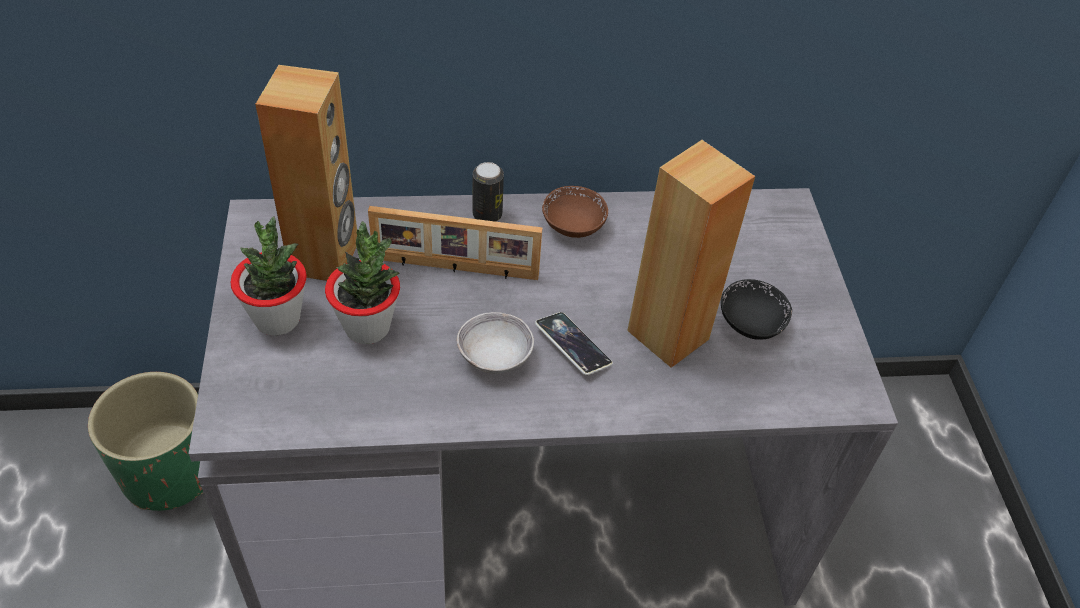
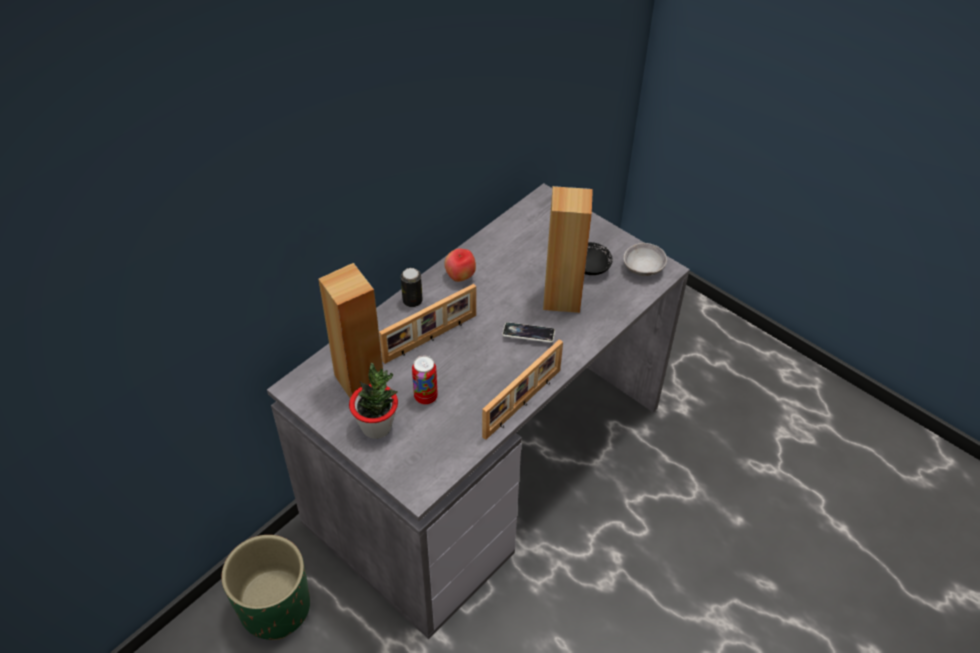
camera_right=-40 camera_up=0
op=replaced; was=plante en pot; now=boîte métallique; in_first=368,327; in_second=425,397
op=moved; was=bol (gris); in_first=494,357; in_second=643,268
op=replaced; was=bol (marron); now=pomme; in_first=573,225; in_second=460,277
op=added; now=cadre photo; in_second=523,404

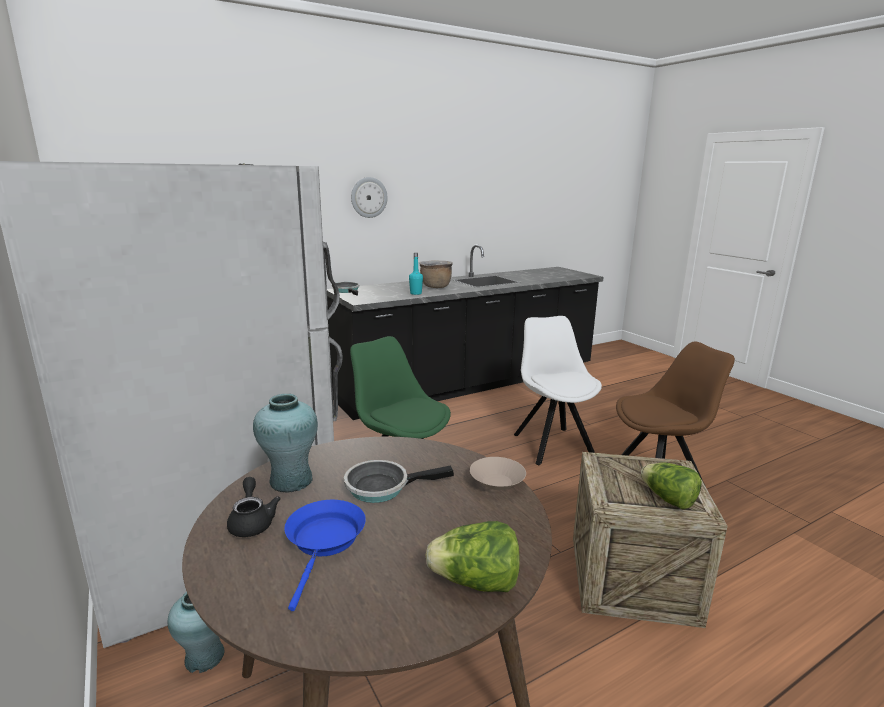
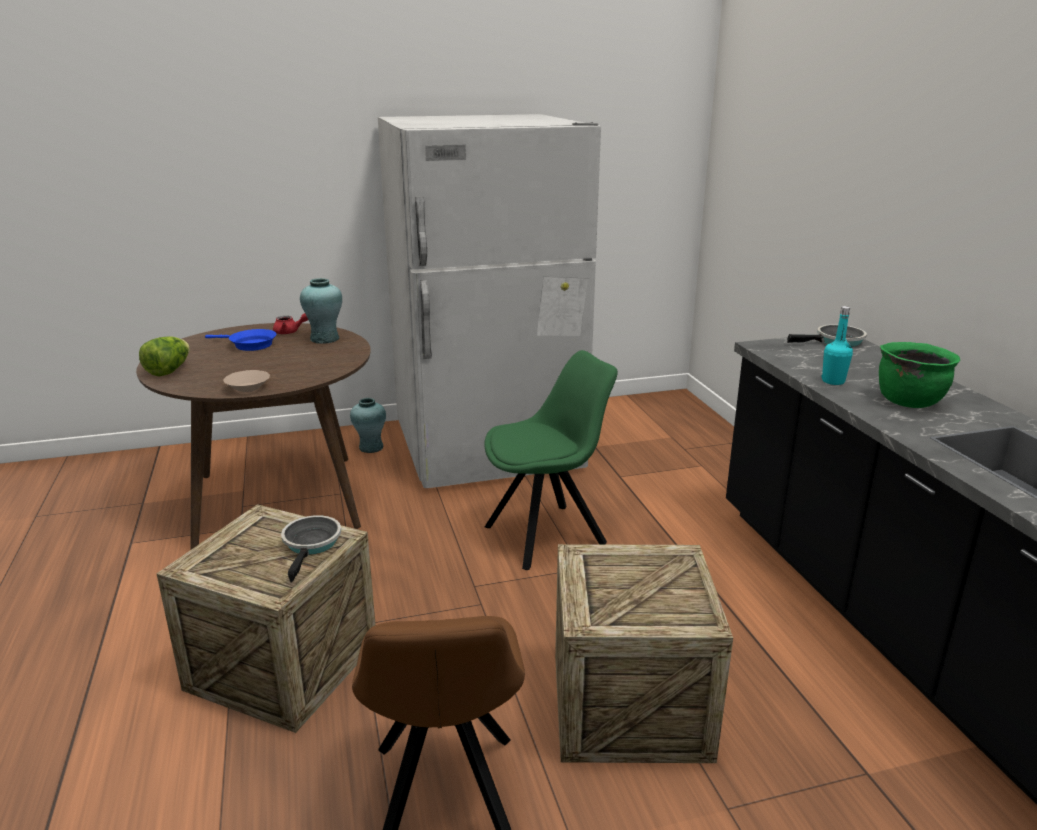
camera_right=105 camera_up=5
op=recoloured; was=théière (noir); now=théière (rouge); in_first=252,522; in_second=290,332
op=moved; was=poêle; in_first=382,487; in_second=311,545
op=removed; was=horloge murale; in_first=368,197
op=recoloured; was=marmite (marron); now=marmite (vert); in_first=435,287; in_second=908,401
op=replaced; was=chaise (blanc); now=caisse; in_first=552,445; in_second=629,705
op=removed; was=laitue; in_first=668,499

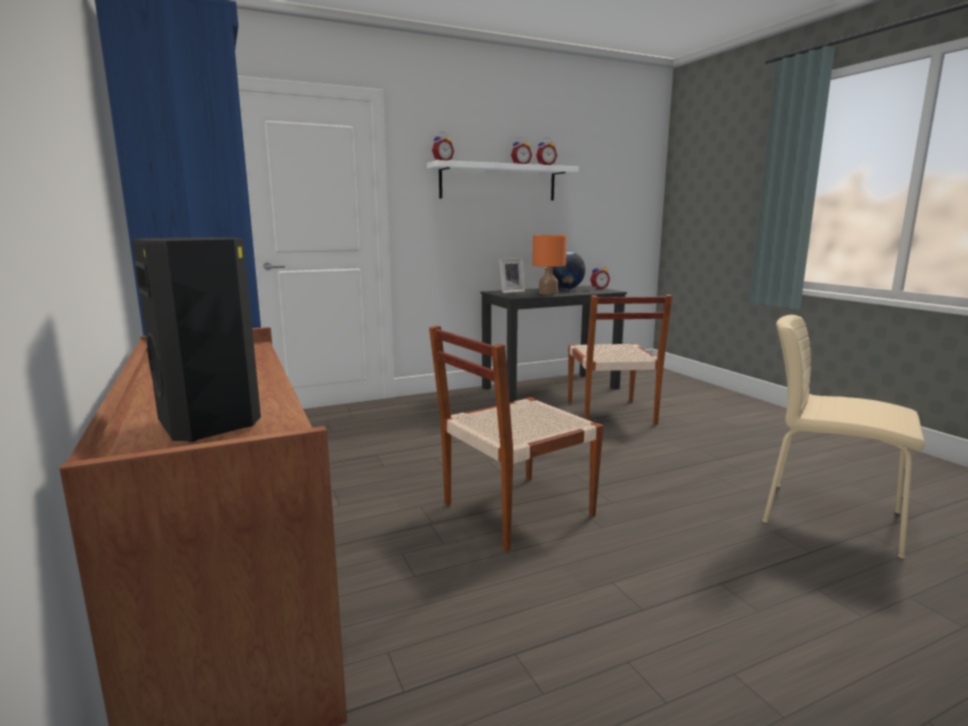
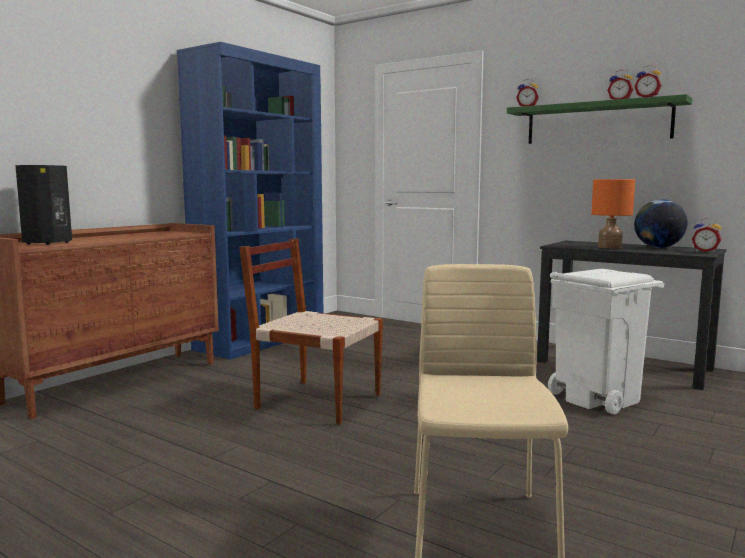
camera_right=60 camera_up=-5
op=recoloured; was=étagère (blanc); now=étagère (vert); in_first=498,182; in_second=597,123
op=removed; was=cadre photo; in_first=510,292
op=replaced; was=chaise; now=poubelle (blanc); in_first=610,414; in_second=597,398

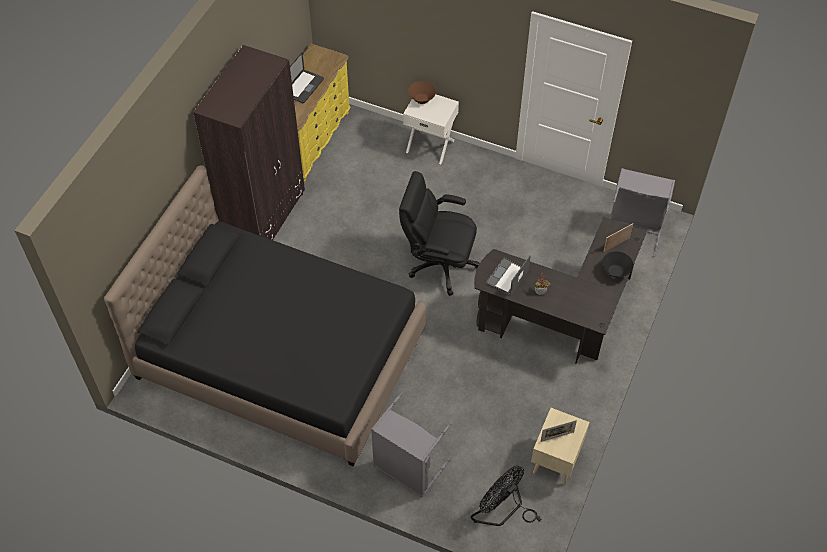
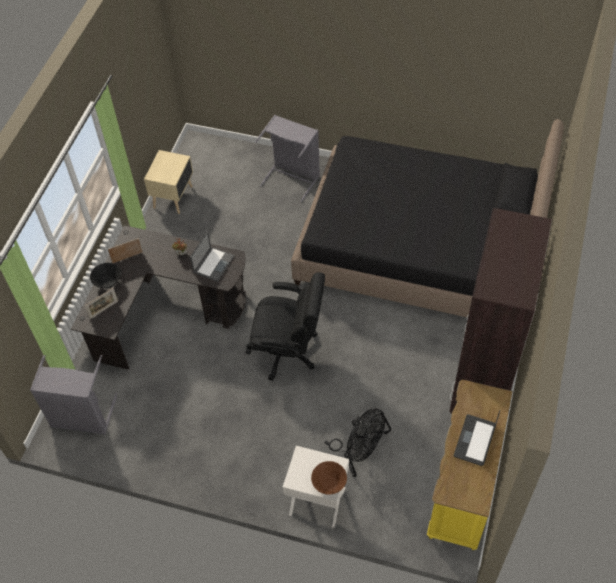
camera_right=175 camera_up=0
op=moved; was=ventilateur (noir); in_first=505,507; in_second=359,449
op=moved; was=cadre photo; in_first=557,437; in_second=127,257

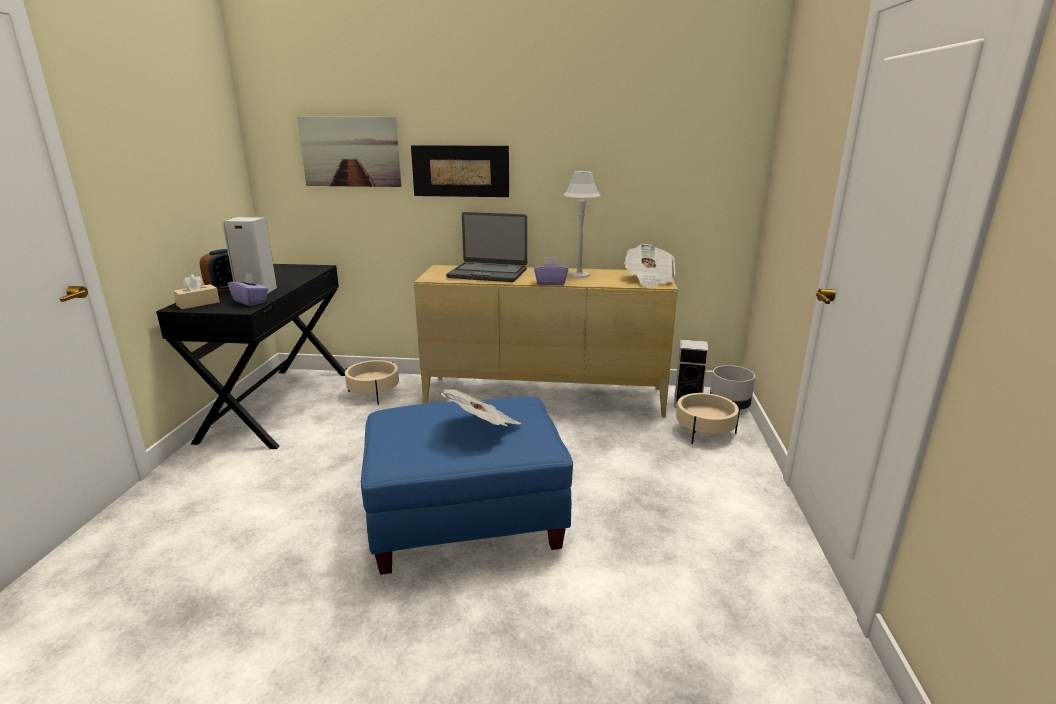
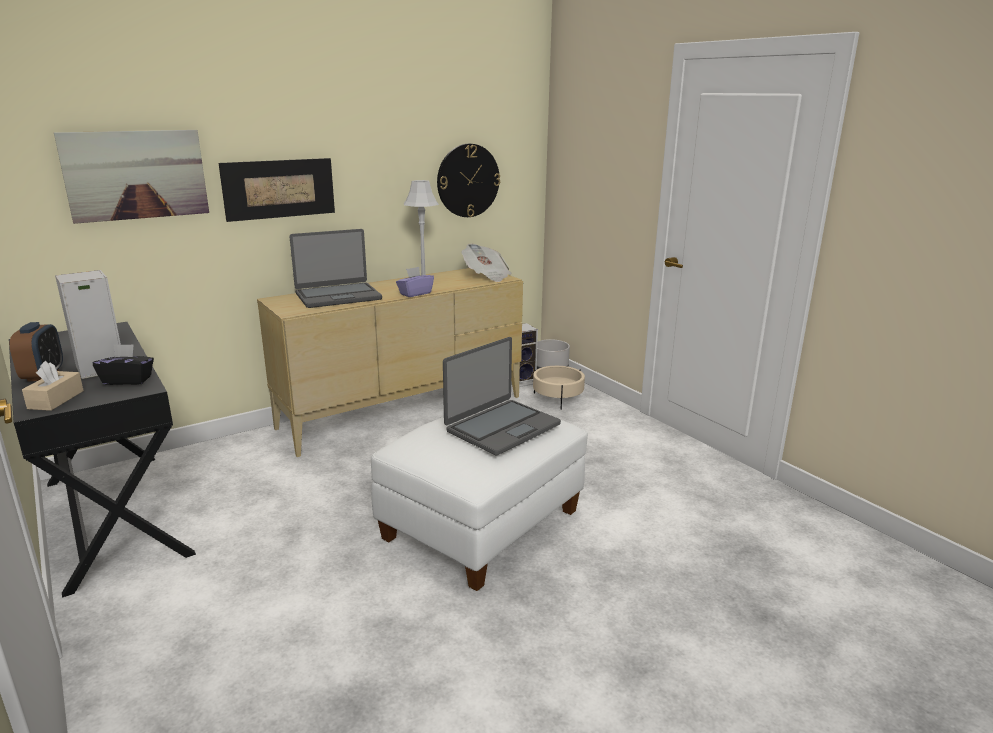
camera_right=-40 camera_up=0
op=recoloured; was=boîte à mouchoirs (violet); now=boîte à mouchoirs (noir); in_first=250,301; in_second=128,380
op=removed; was=cache-pot (beige); in_first=374,393
op=recoloured; was=pouf (bleu); now=pouf (blanc); in_first=466,520; in_second=481,525
op=replaced; was=journal; now=ordinateur portable; in_first=482,427; in_second=502,427
op=added; now=horloge murale; in_second=468,180

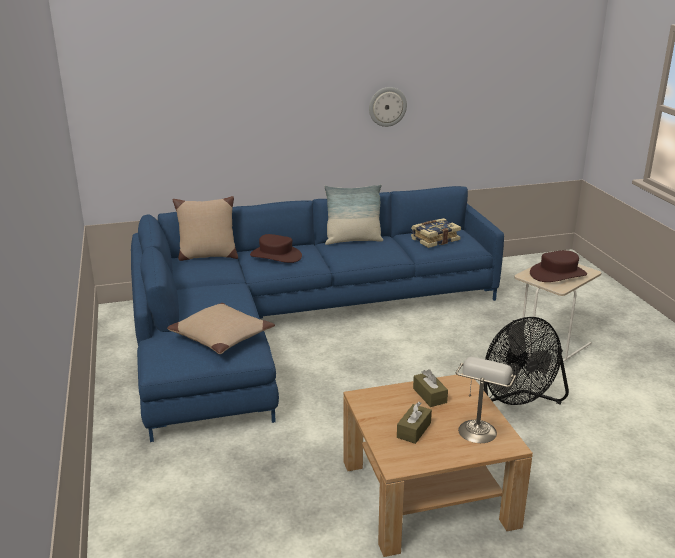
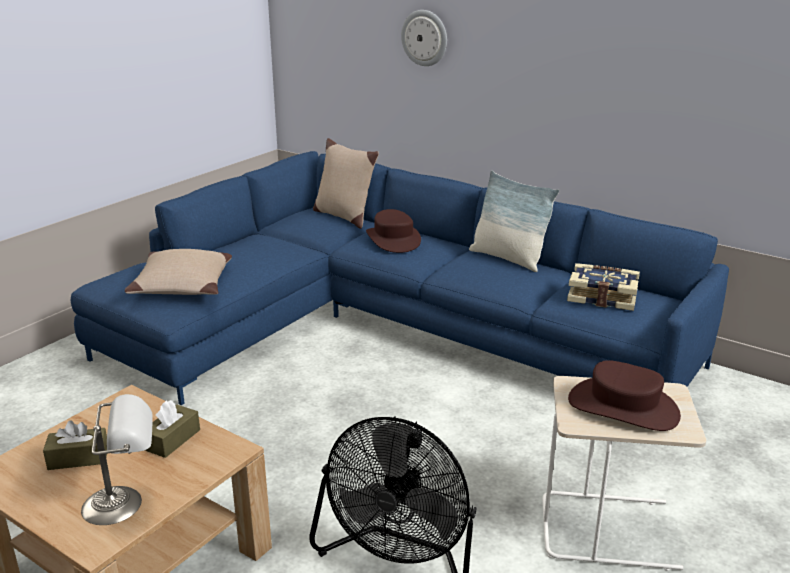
camera_right=50 camera_up=0
op=moved; was=horloge murale; in_first=387,106; in_second=424,38

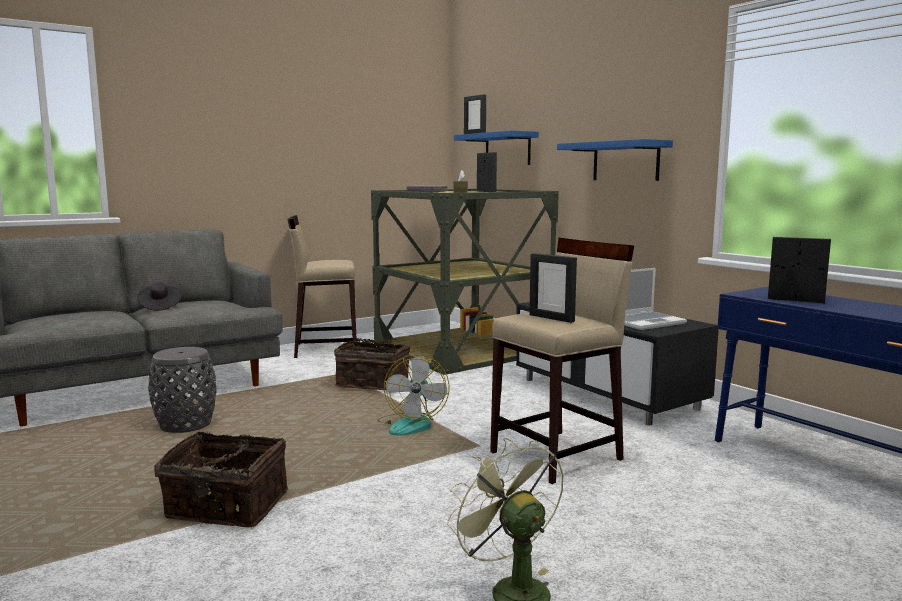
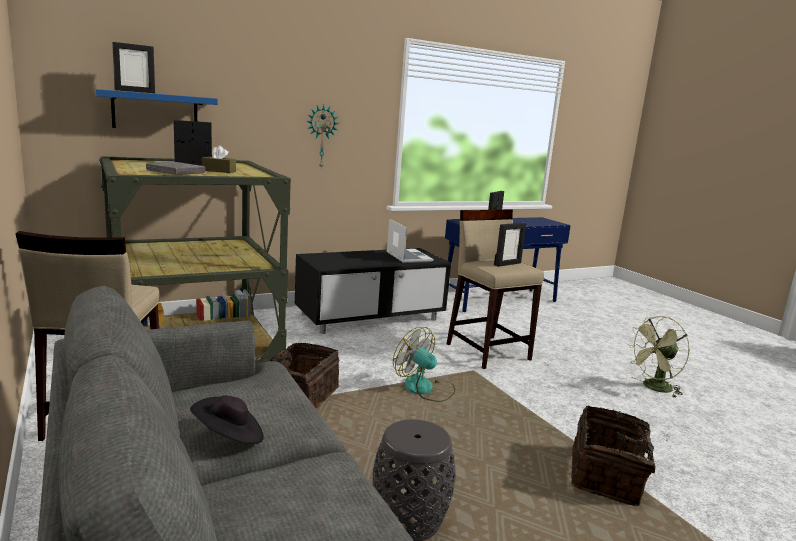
camera_right=-85 camera_up=5
op=turned; was=ventilateur; in_first=411,424; in_second=425,389; clockwise=-150
op=replaced; was=étagère (bleu); now=horloge murale; in_first=625,161; in_second=321,136

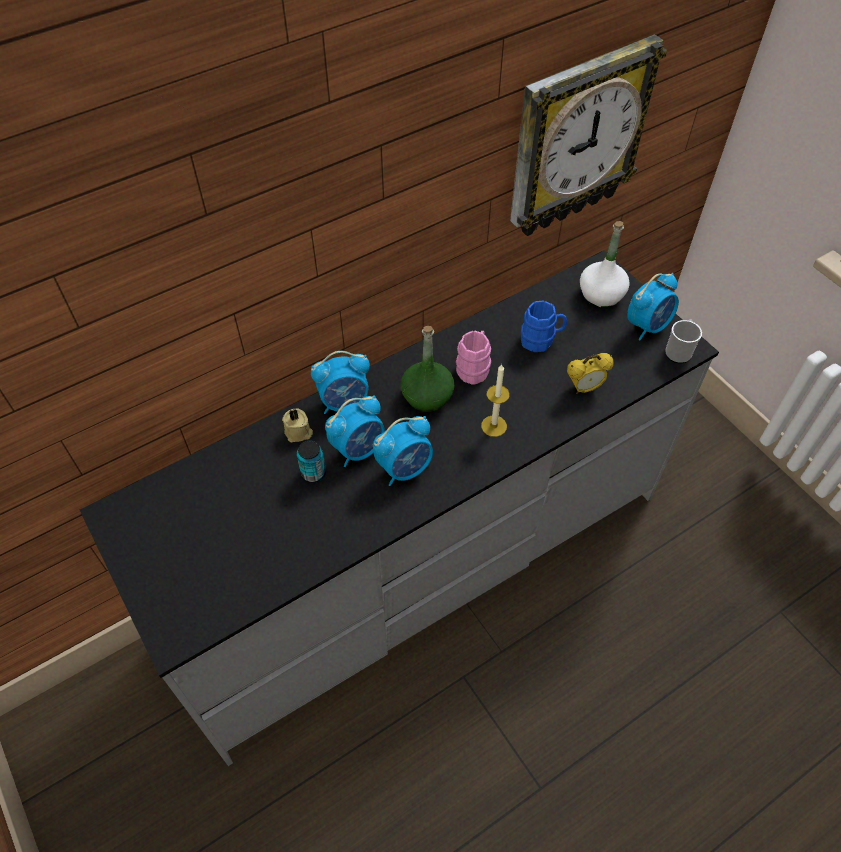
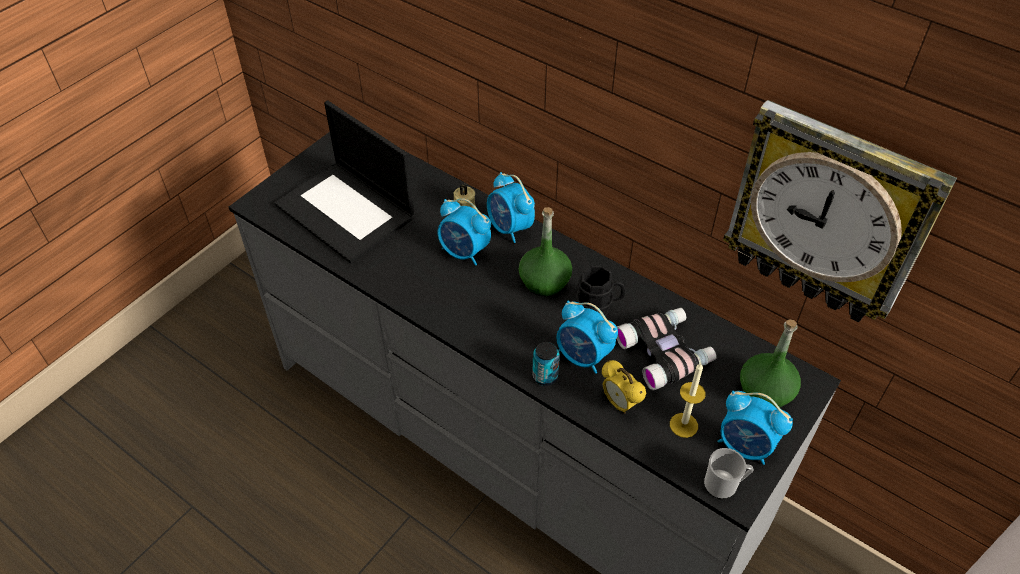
camera_right=70 camera_up=-5
op=moved; was=boîte métallique; in_first=313,473; in_second=545,376
op=moved; was=réveil; in_first=405,468; in_second=583,357
op=recoloured; was=mug (rose); now=mug (noir); in_first=474,367; in_second=598,307
op=moved; was=bougie; in_first=494,426; in_second=683,425
op=replaced; was=mug (bleu); now=jumelles; in_first=541,340; in_second=665,352
op=recoloured; was=bouteille (blanc); now=bouteille (vert); in_first=601,295; in_second=765,391
op=added; now=ordinateur portable; in_second=347,211

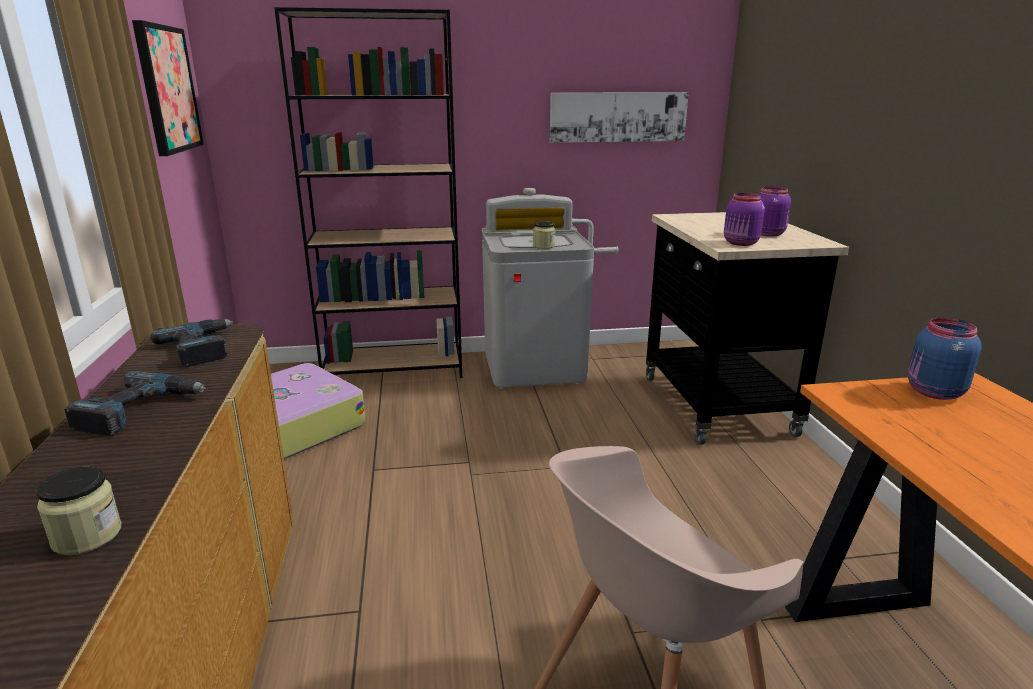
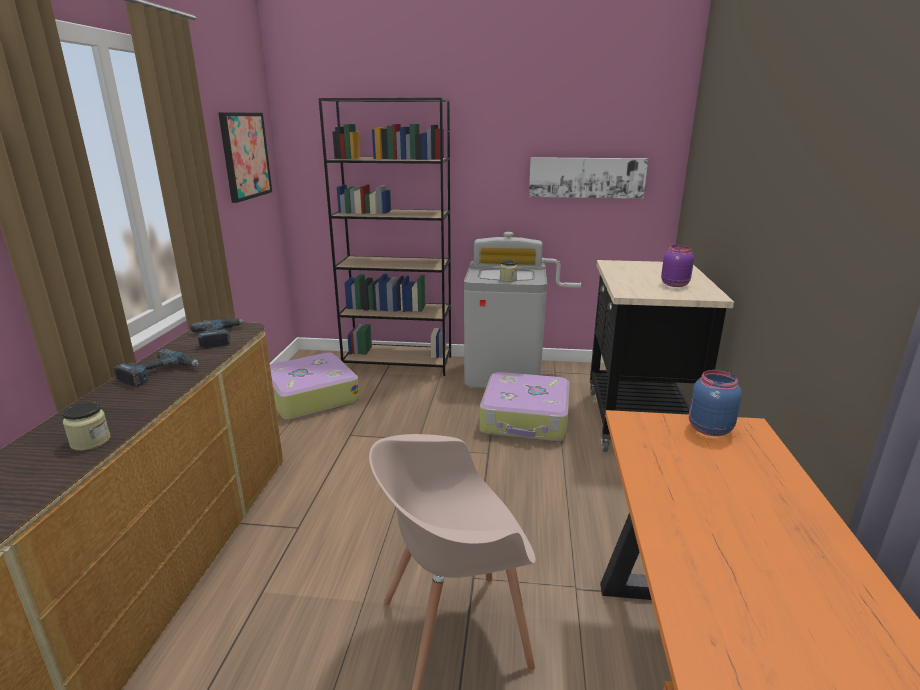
camera_right=15 camera_up=0
op=removed; was=bocal (violet); in_first=741,243
op=added; now=valise; in_second=525,419

